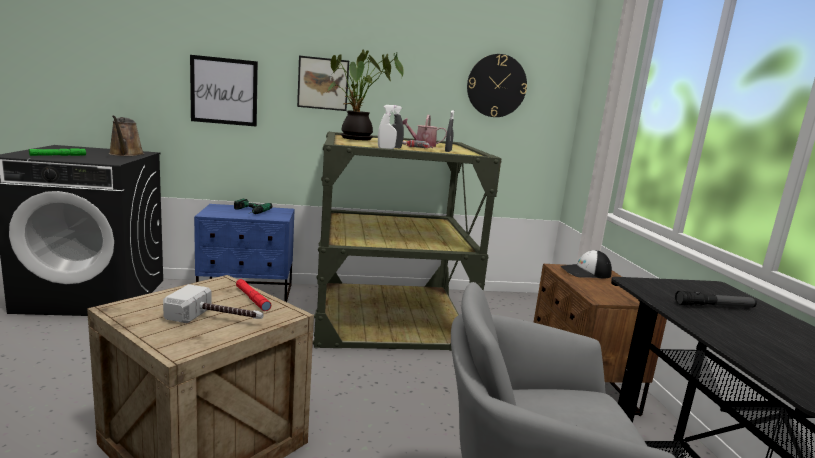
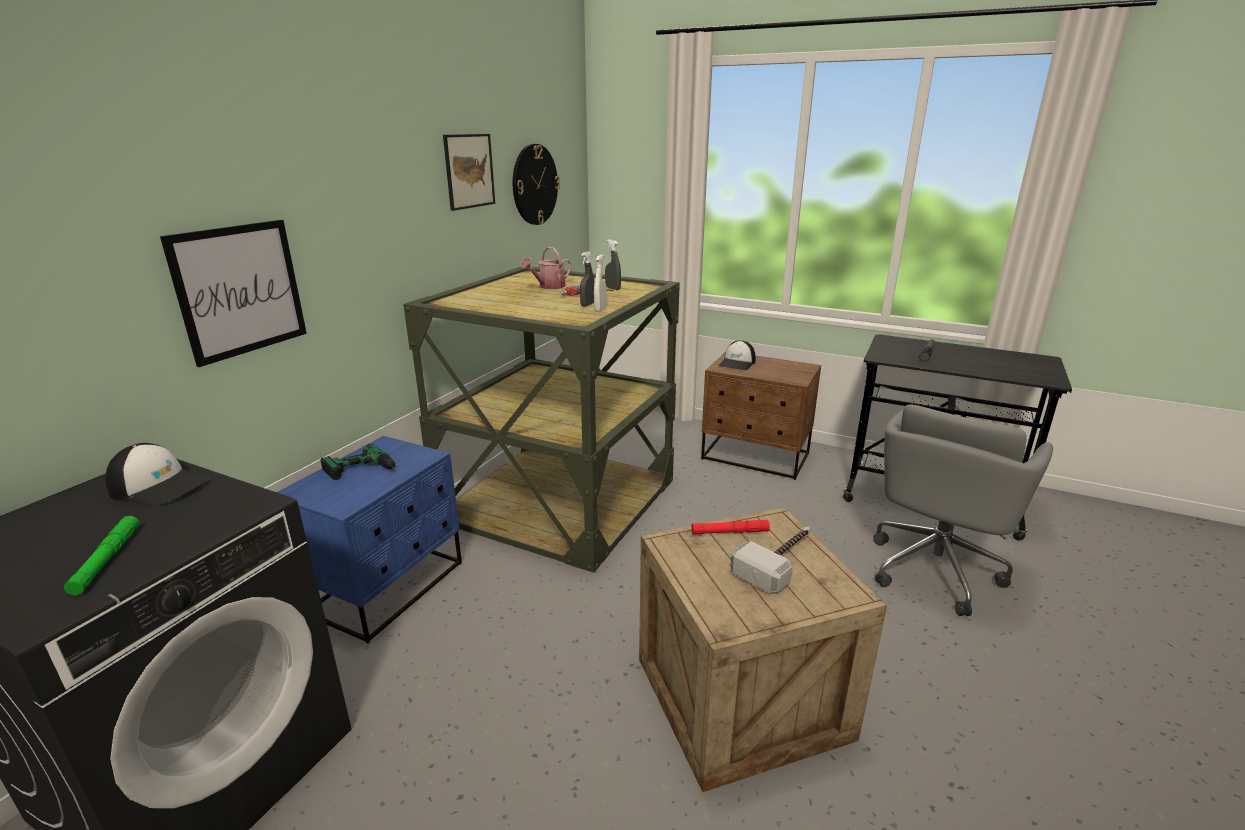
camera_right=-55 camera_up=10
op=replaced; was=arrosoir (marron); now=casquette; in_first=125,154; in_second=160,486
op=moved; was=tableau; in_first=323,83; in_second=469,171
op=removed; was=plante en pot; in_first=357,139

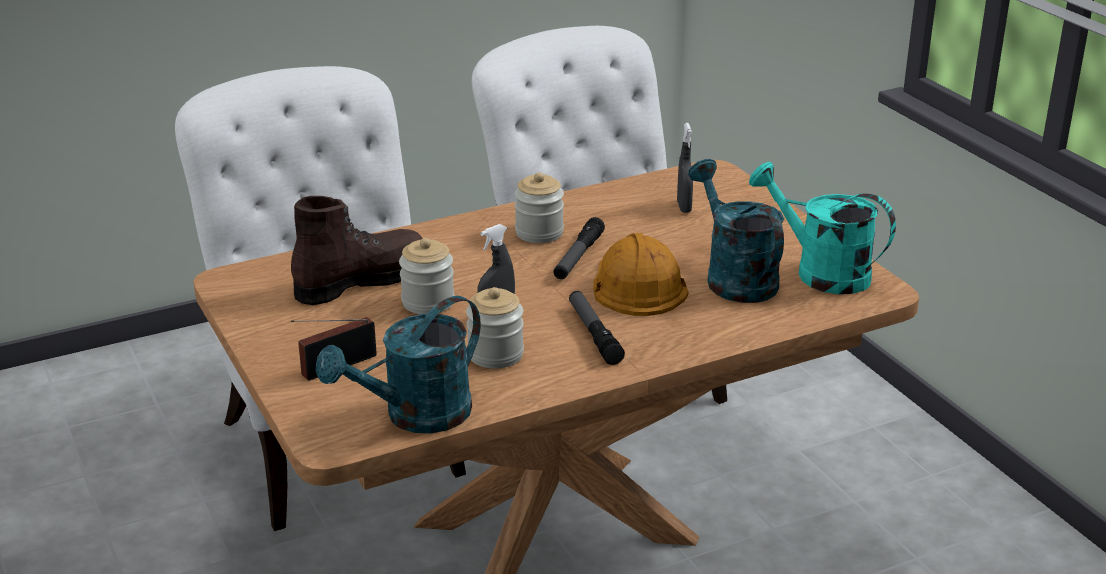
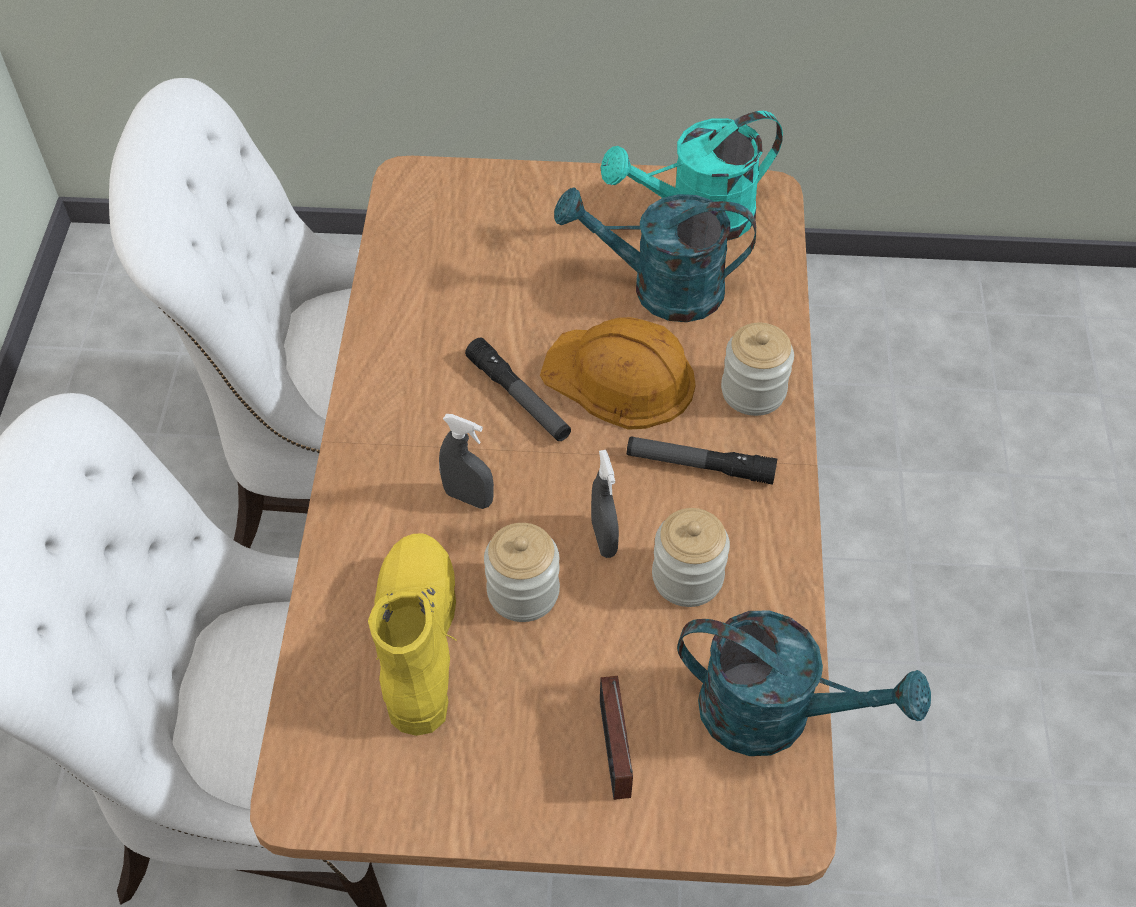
camera_right=-60 camera_up=25
op=recoloured; was=botte (marron); now=botte (jaune); in_first=360,280; in_second=417,641
op=turned; was=arrosoir (turquoise); in_first=415,417; in_second=775,714; clockwise=-60
op=moved; was=bocal; in_first=539,233; in_second=753,391
op=moved; was=vaporisateur (gris); in_first=684,207; in_second=468,497

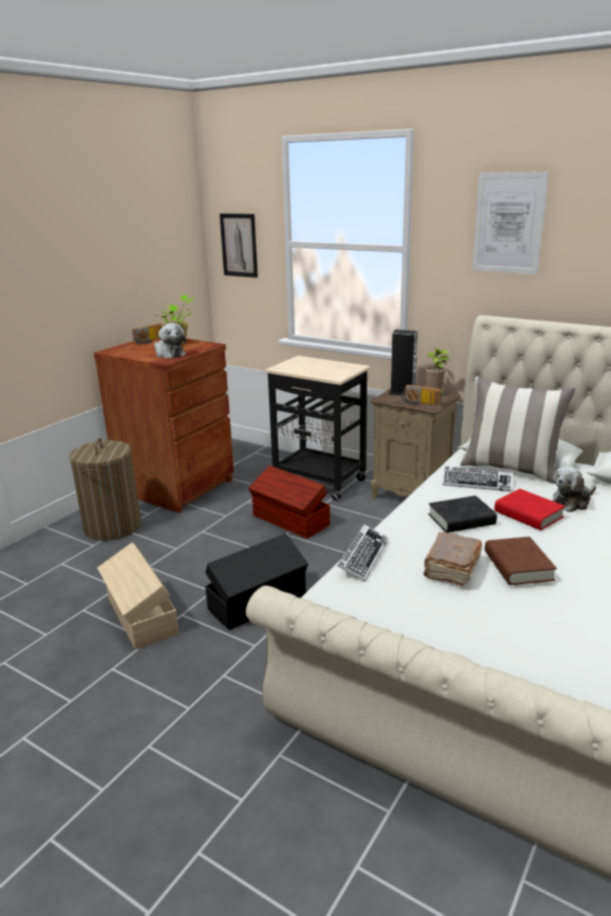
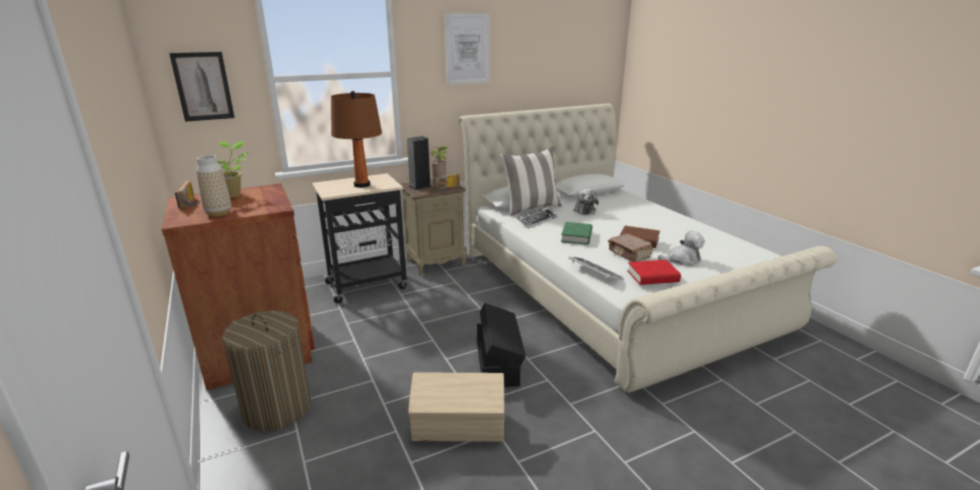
camera_right=-60 camera_up=0
op=moved; was=peluche; in_first=169,354; in_second=682,260
op=removed; was=boîte de rangement (marron); in_first=290,521
op=recoloured; was=livre (noir); now=livre (vert); in_first=461,519; in_second=576,236
op=moved; was=livre (rouge); in_first=528,514; in_second=652,276
op=added; now=vase; in_second=219,213
op=added; now=lampe de table (marron); in_second=362,185

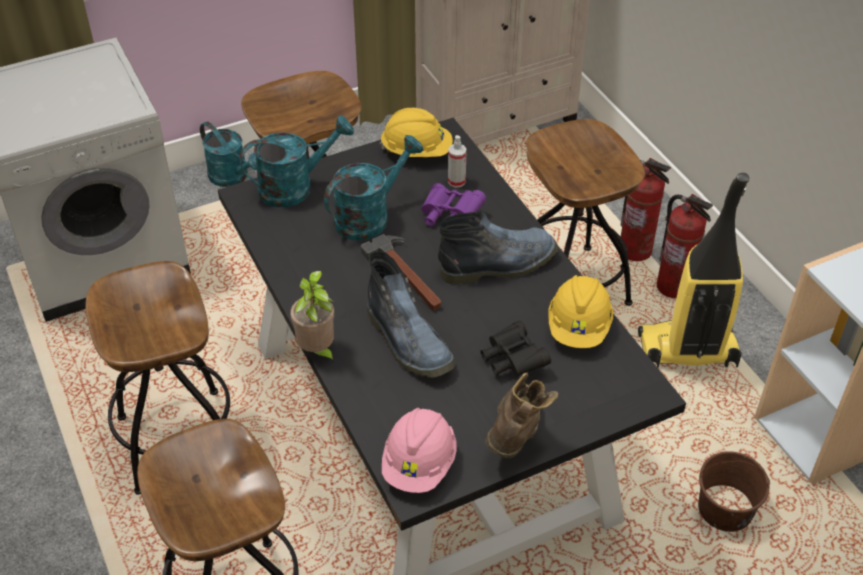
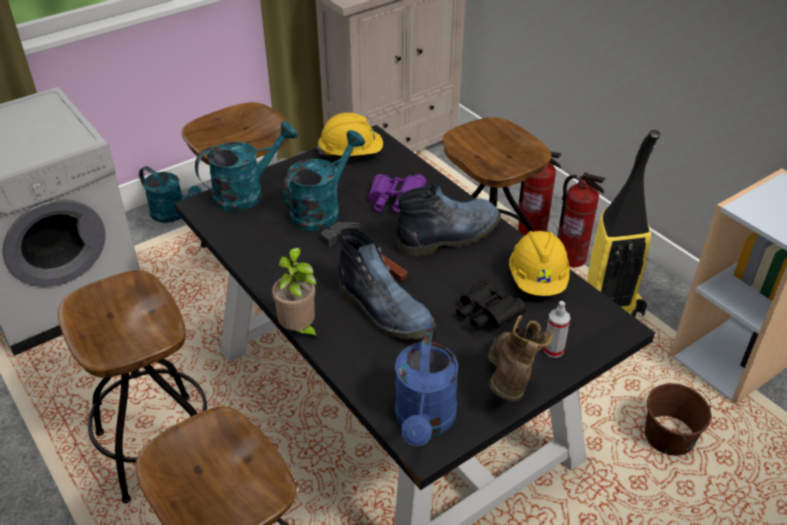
camera_right=-10 camera_up=-5
op=replaced; was=casque de chantier (rose); now=arrosoir (bleu); in_first=419,464; in_second=424,422
op=moved; was=vaporisateur; in_first=456,181; in_second=553,350

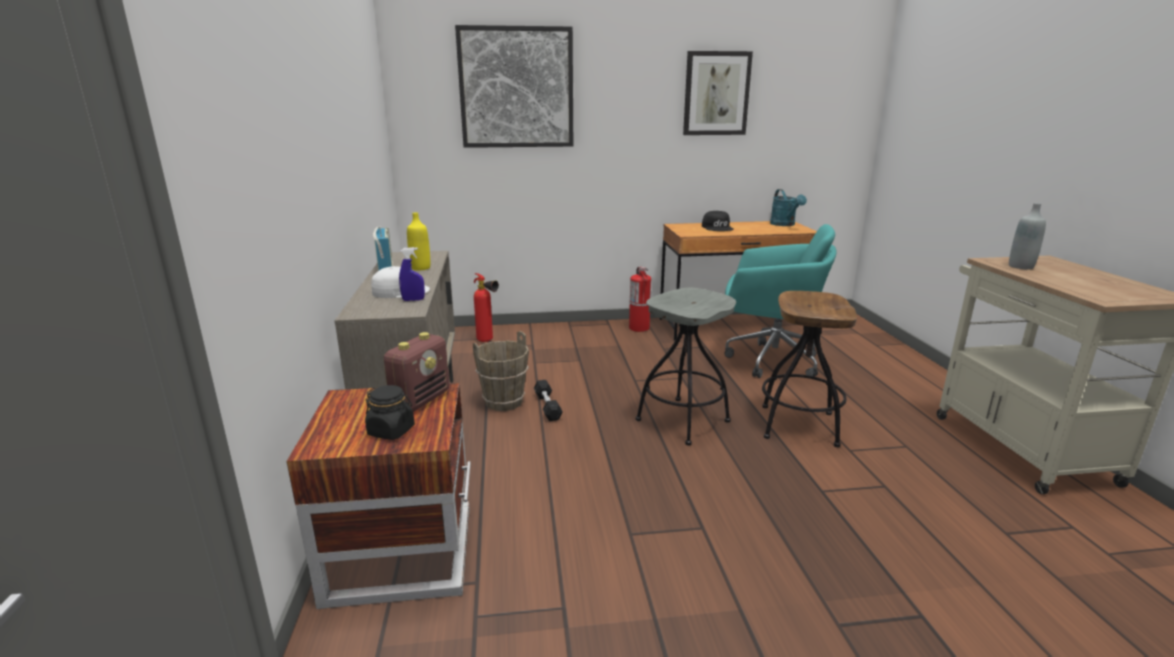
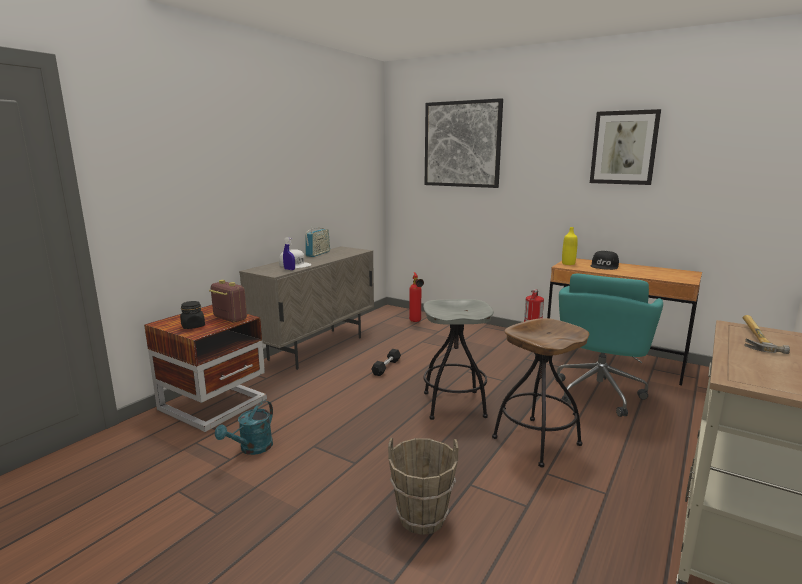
camera_right=40 camera_up=-5
op=turned; was=radio; in_first=421,400; in_second=229,318; clockwise=-120
op=moved; was=bouteille (jaune); in_first=420,268; in_second=568,263
op=moved; was=seau (marron); in_first=504,402; in_second=422,518
op=turned; was=chaise de bureau (turquoise); in_first=767,361; in_second=598,392; clockwise=60
op=moved; was=arrosoir (turquoise); in_first=785,224; in_second=252,449
op=replaced; was=bouteille (gris); now=marteau; in_first=1021,266; in_second=752,337

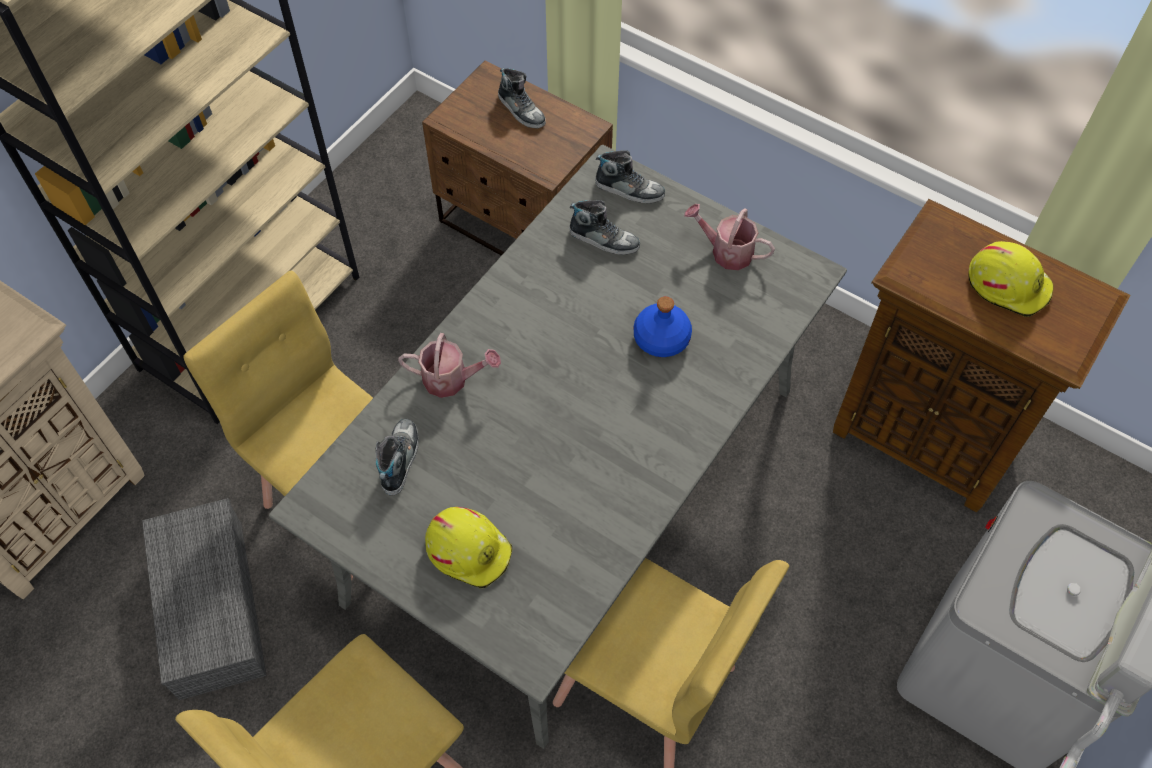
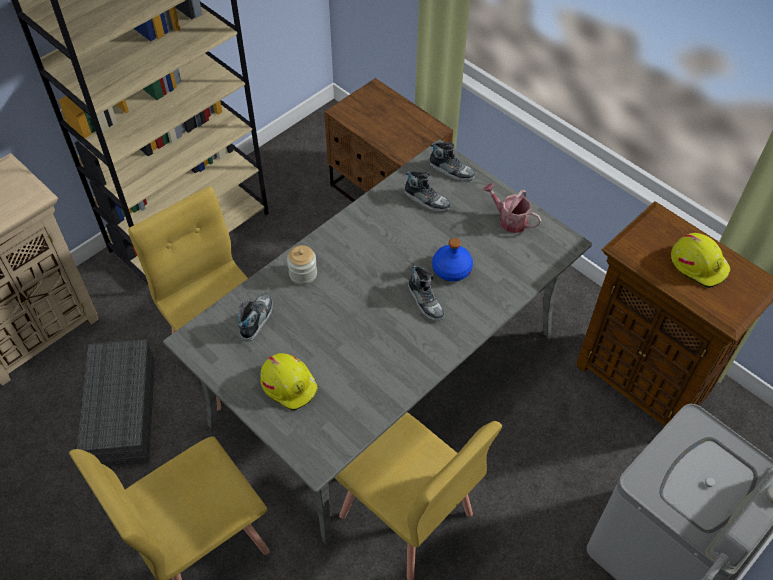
camera_right=10 camera_up=-5
op=replaced; was=arrosoir; now=bocal; in_first=451,379; in_second=303,274
op=moved; was=chaussure; in_first=521,110; in_second=425,301

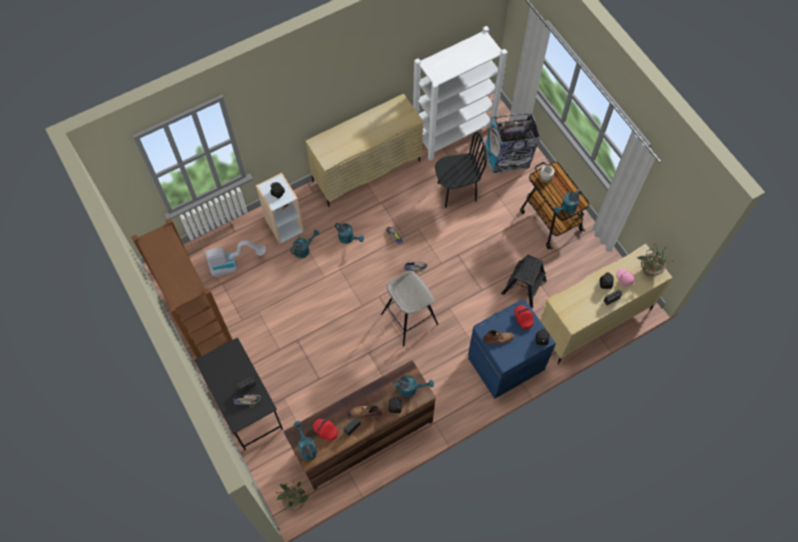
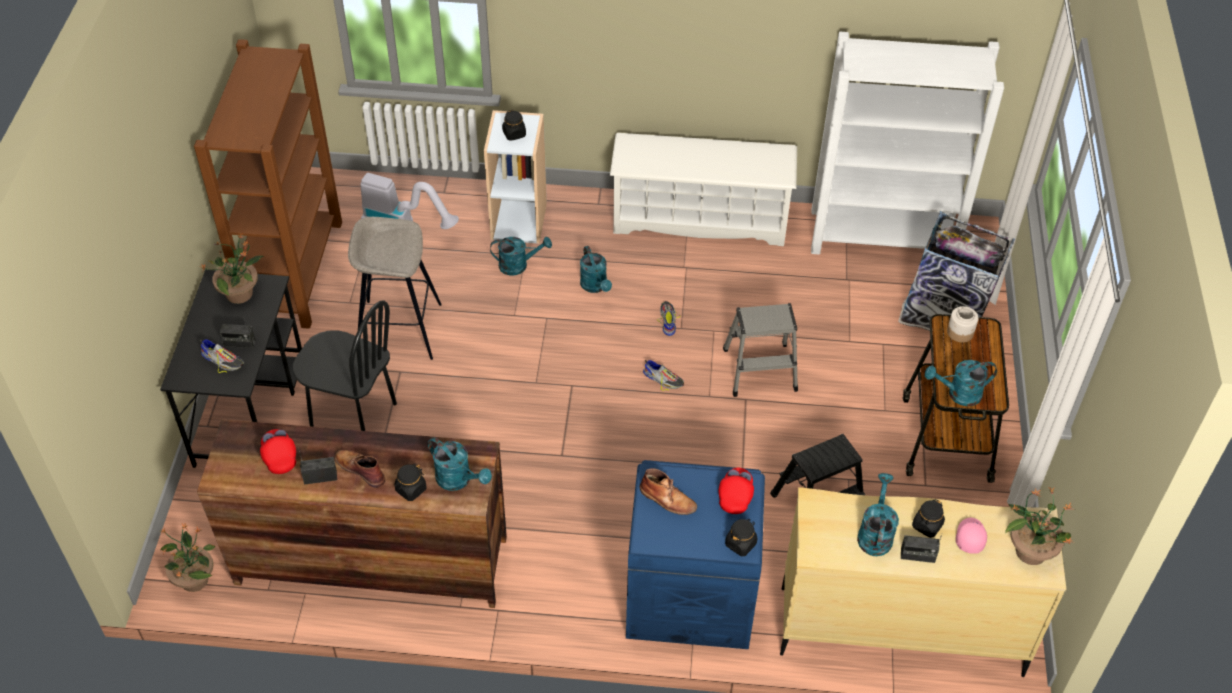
camera_right=35 camera_up=-15
op=moved; was=arrosoir (turquoise); in_first=306,447; in_second=875,533
op=replaced; was=commode (beige); now=étagère à chaussures (blanc); in_first=367,172; in_second=700,219
op=moved; was=tabouret (gris); in_first=409,319; in_second=399,329
op=moved; was=chaise (noir); in_first=456,191; in_second=353,417
op=added; now=plante en pot; in_second=240,293
op=added; now=escabeau (gris); in_second=760,368

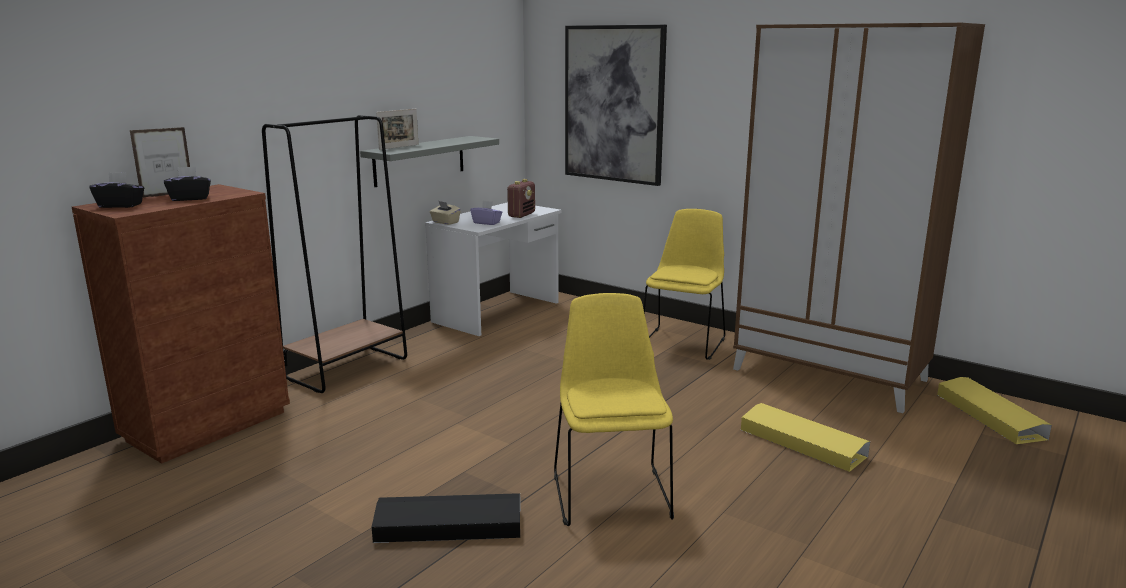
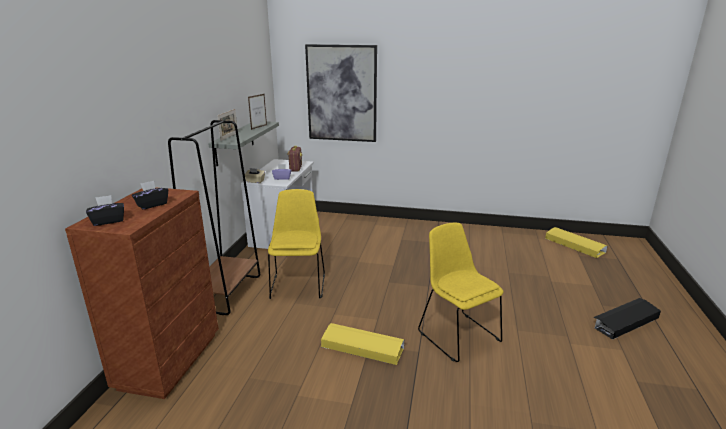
camera_right=-25 camera_up=5
op=moved; was=cadre photo; in_first=168,195; in_second=259,127
op=moved; was=boîte de rangement (noir); in_first=448,526; in_second=624,322
op=moved; was=chaise (jaune); in_first=683,342; in_second=298,284
op=removed; was=armoire (marron); in_first=830,374
op=moved; was=boîte de rangement (jaune); in_first=801,443; in_second=362,347

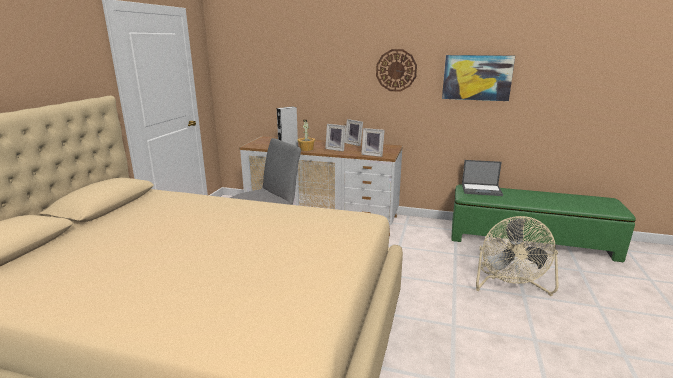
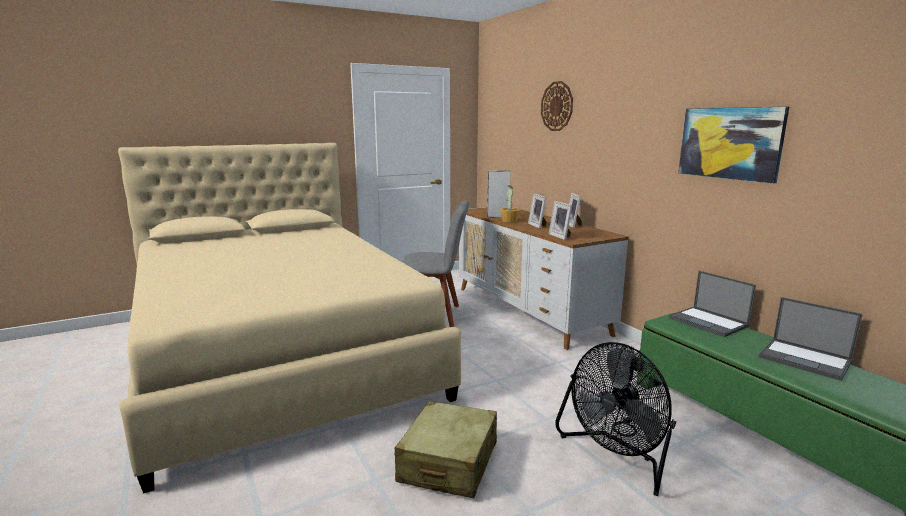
camera_right=45 camera_up=-5
op=moved; was=horloge murale; in_first=396,70; in_second=557,106
op=recoloured; was=ventilateur (beige); now=ventilateur (noir); in_first=507,284; in_second=615,452
op=added; now=valise (beige); in_second=448,462
op=added; now=ordinateur portable; in_second=806,359

